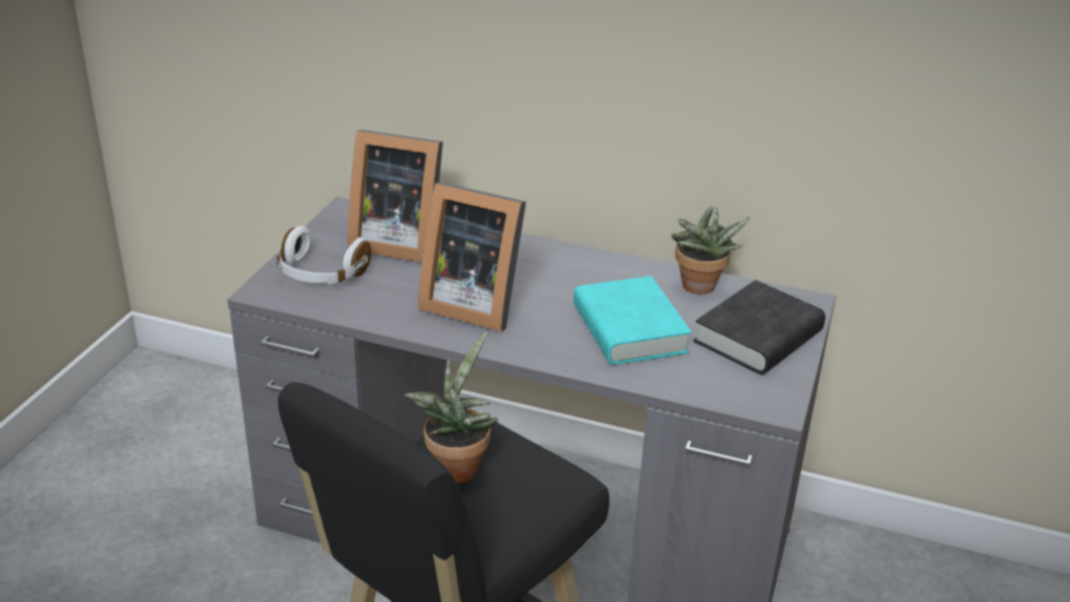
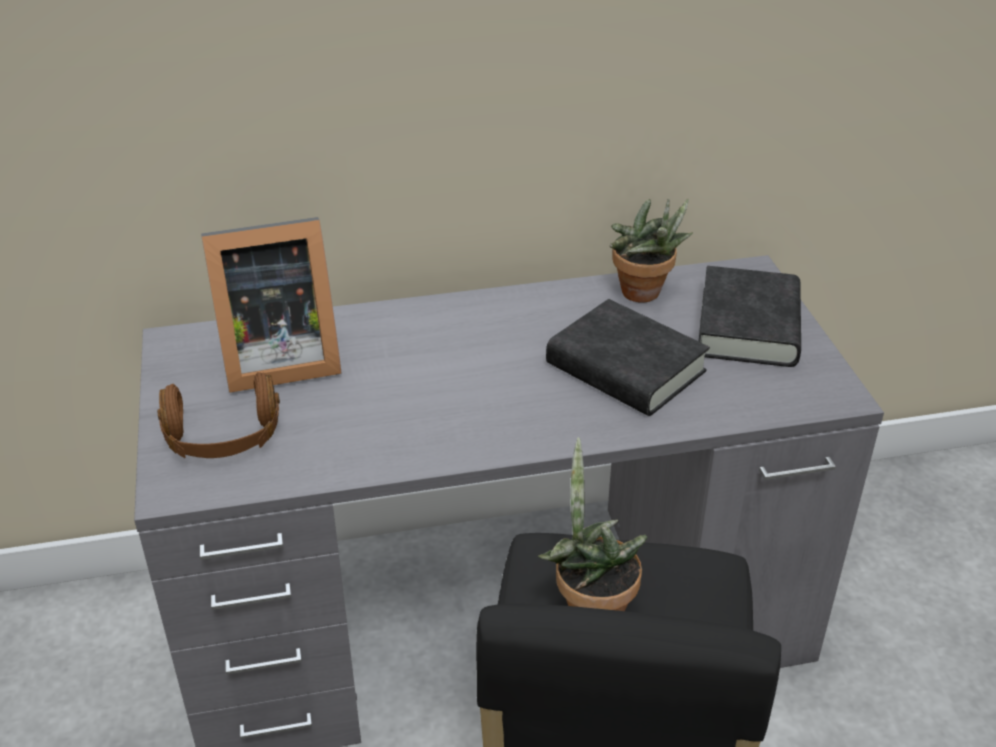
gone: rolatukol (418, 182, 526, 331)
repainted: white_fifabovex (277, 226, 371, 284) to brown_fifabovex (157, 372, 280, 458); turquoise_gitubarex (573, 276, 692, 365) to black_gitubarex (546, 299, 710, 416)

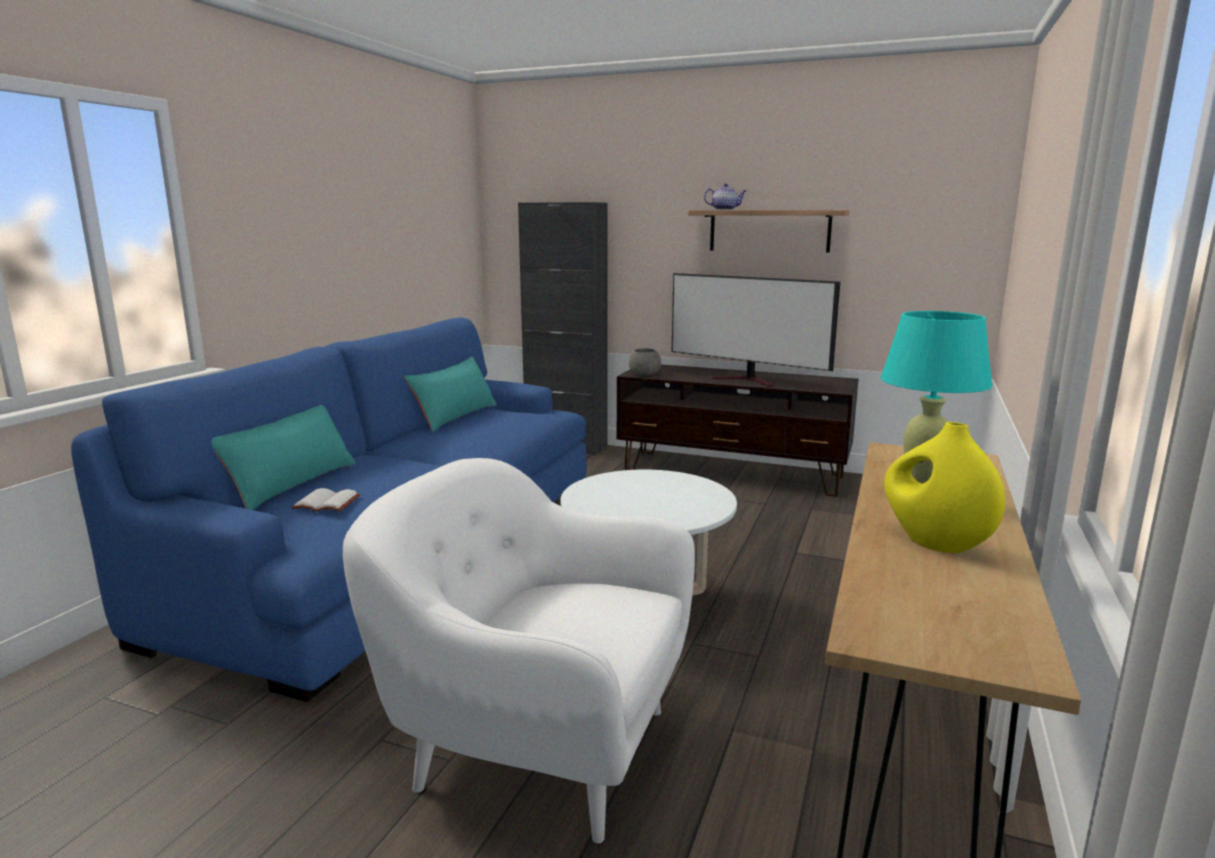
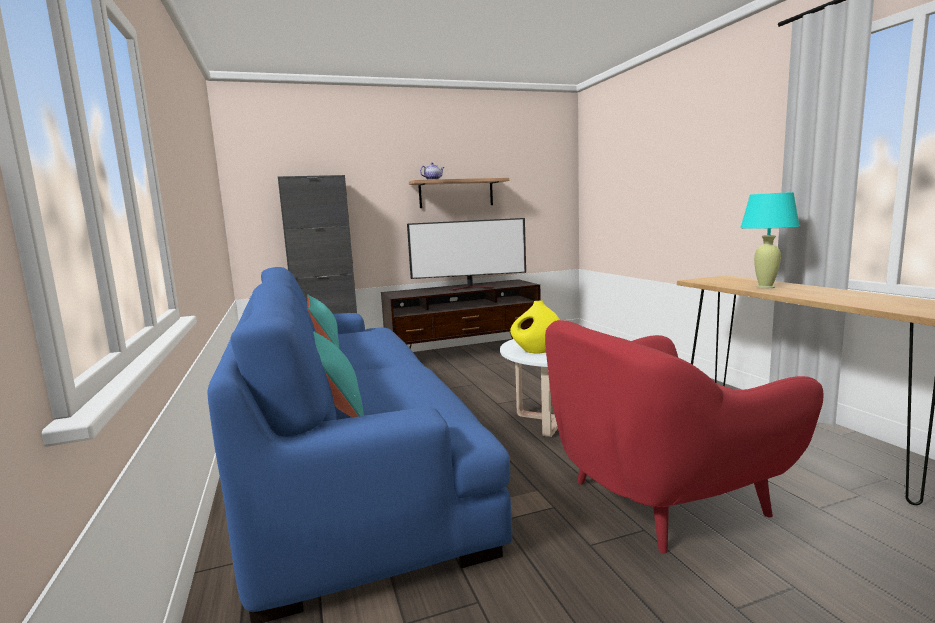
gone: white_gitubarex (291, 488, 360, 511); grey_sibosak (629, 348, 661, 376)
shifted: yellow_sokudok (884, 422, 1005, 553) to (510, 301, 560, 353)
repainted: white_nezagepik (343, 458, 695, 843) to red_nezagepik (545, 320, 823, 553)

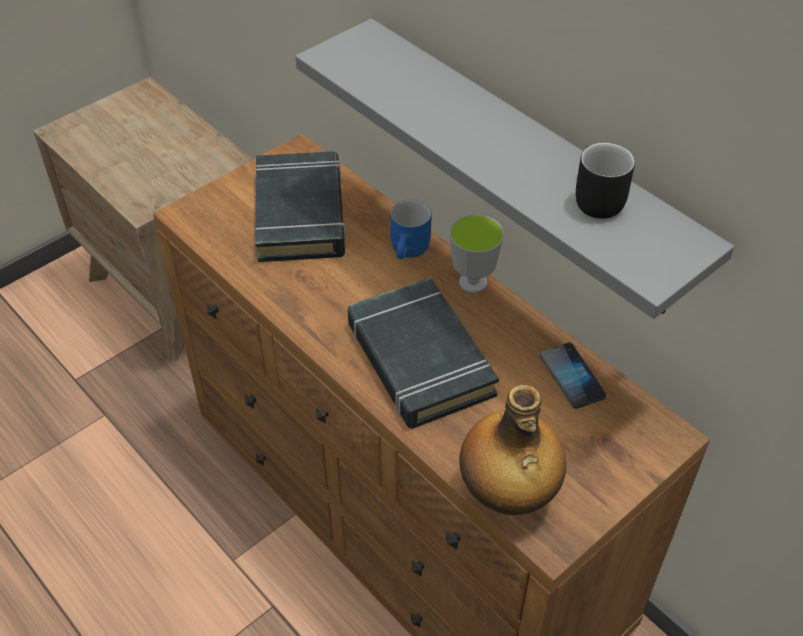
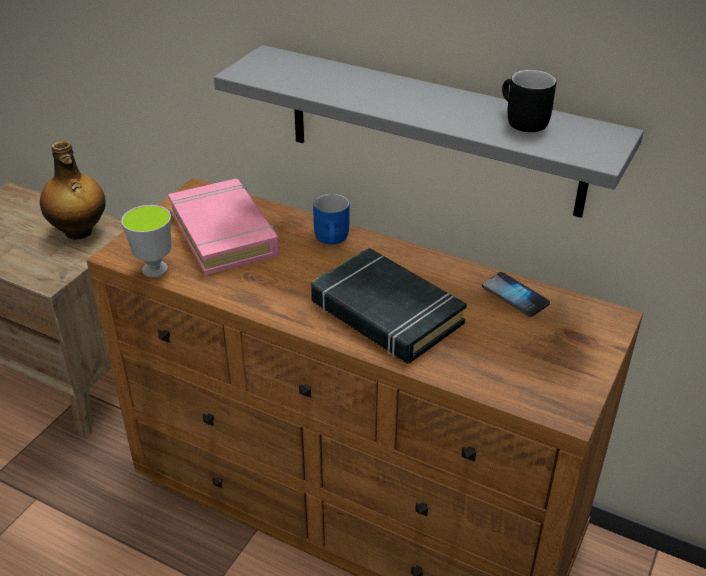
shifted: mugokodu (450, 214, 504, 293) to (121, 205, 171, 278); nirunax (459, 385, 566, 515) to (40, 141, 106, 239)
repainted: black_gitubarex (255, 151, 346, 262) to pink_gitubarex (168, 179, 280, 275)

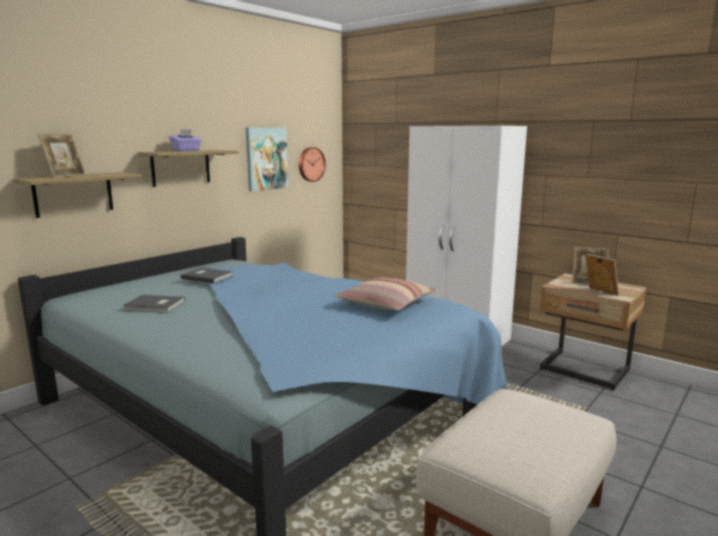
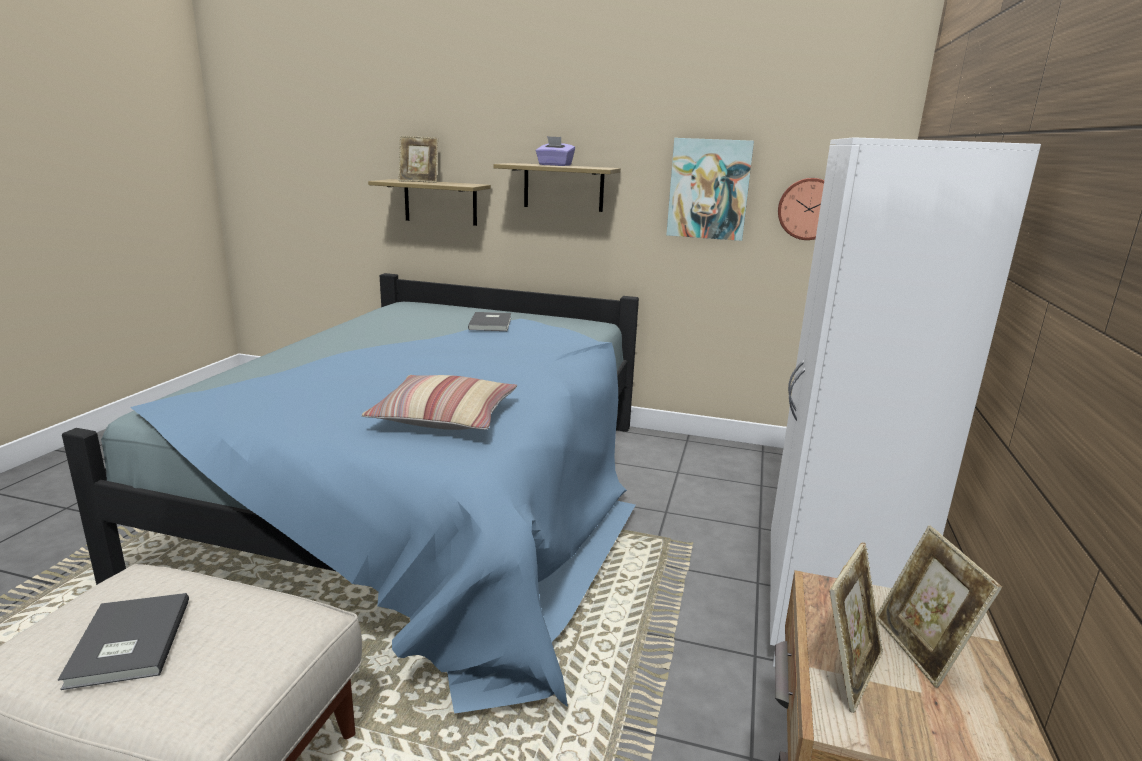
shifted: grey_gitubarex (122, 295, 185, 313) to (58, 593, 189, 690)

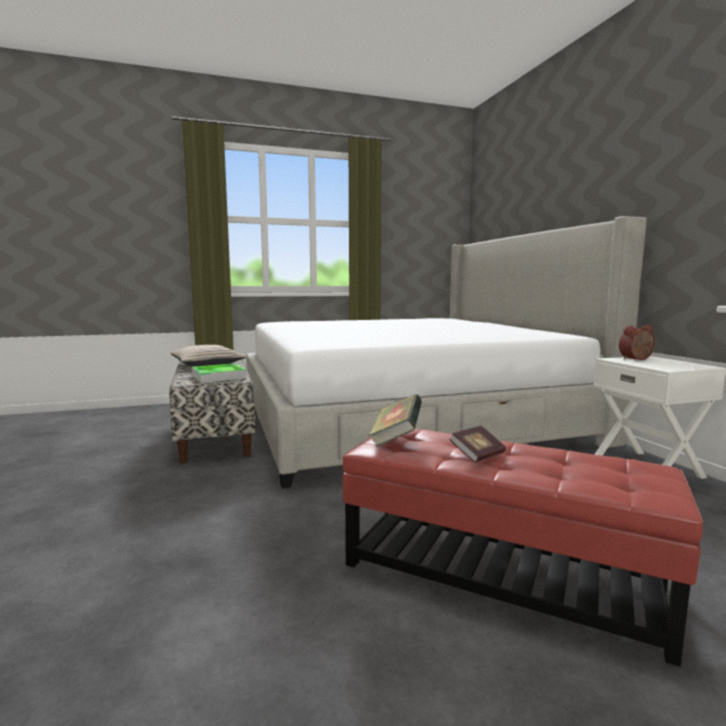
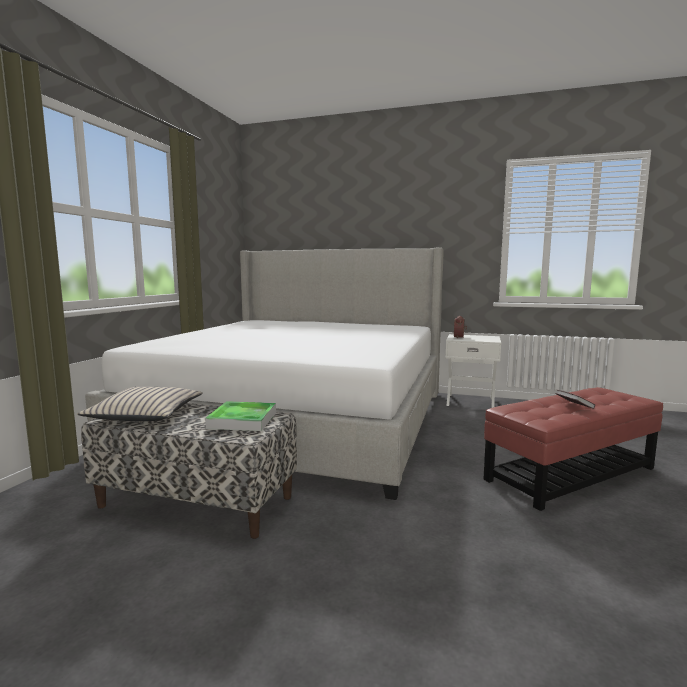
gone: gitubarex (369, 394, 422, 447)

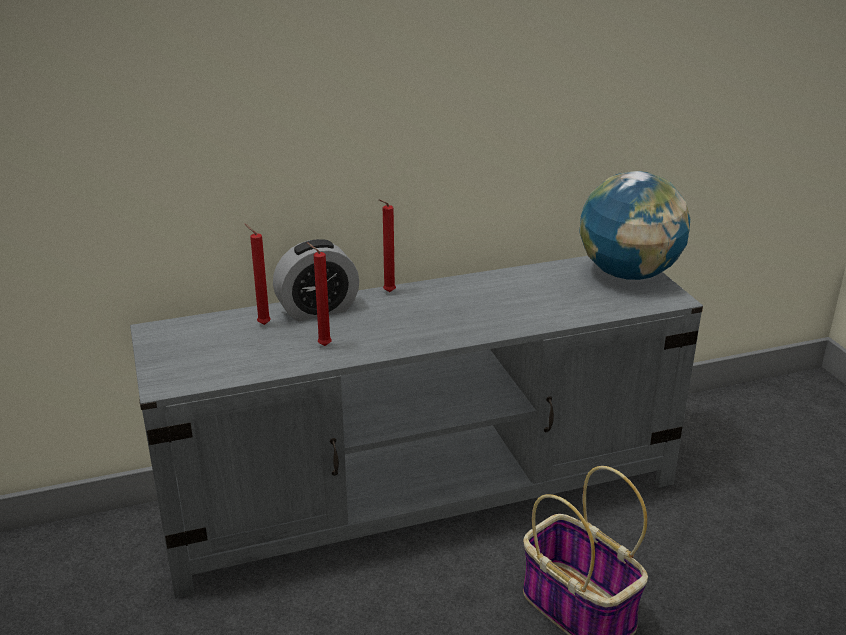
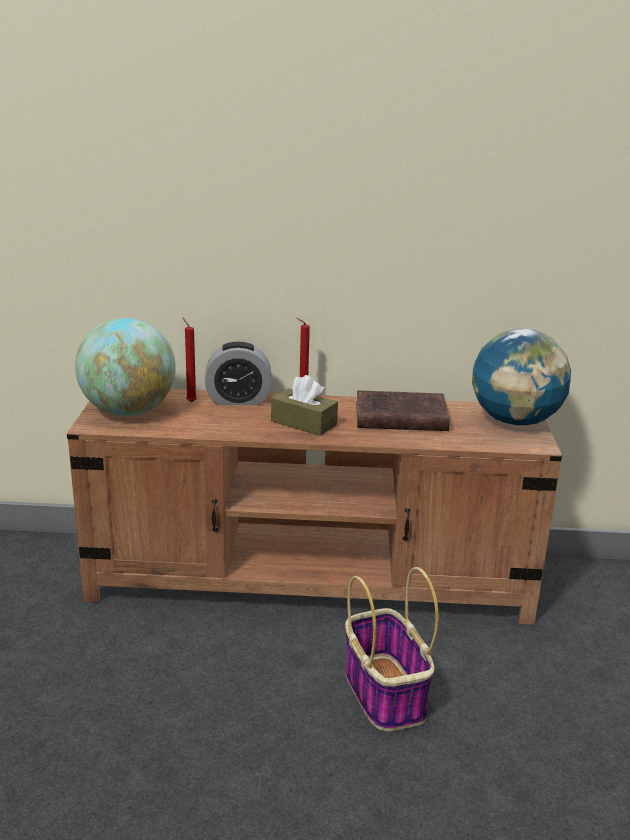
gone: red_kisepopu (307, 243, 332, 346)
new: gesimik (75, 318, 176, 416); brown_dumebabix (271, 375, 338, 436); brown_gitubarex (356, 390, 450, 431)
repainted: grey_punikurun (130, 256, 703, 599) to brown_punikurun (67, 389, 562, 625)

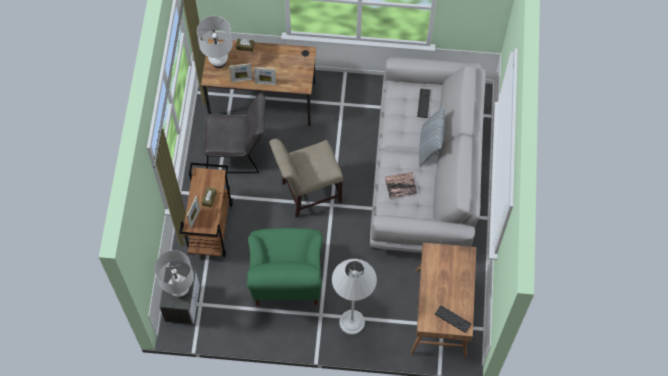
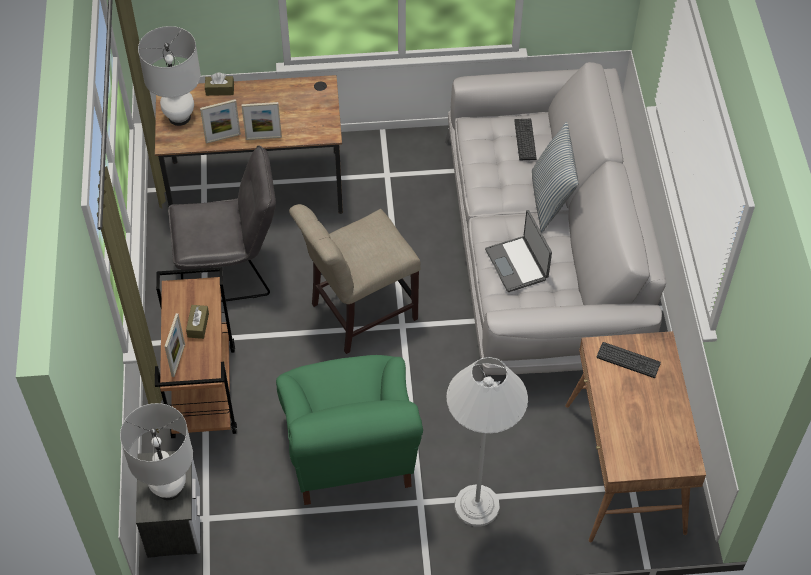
shifted: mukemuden (435, 305, 471, 333) to (596, 342, 661, 378)
swapped: gitubarex (385, 172, 417, 199) to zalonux (485, 210, 552, 292)

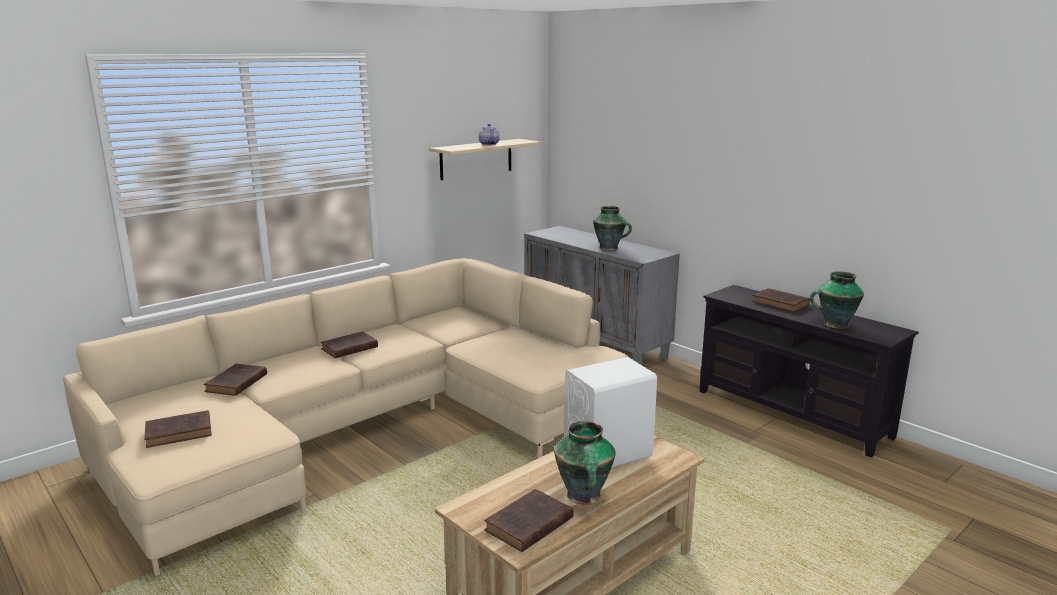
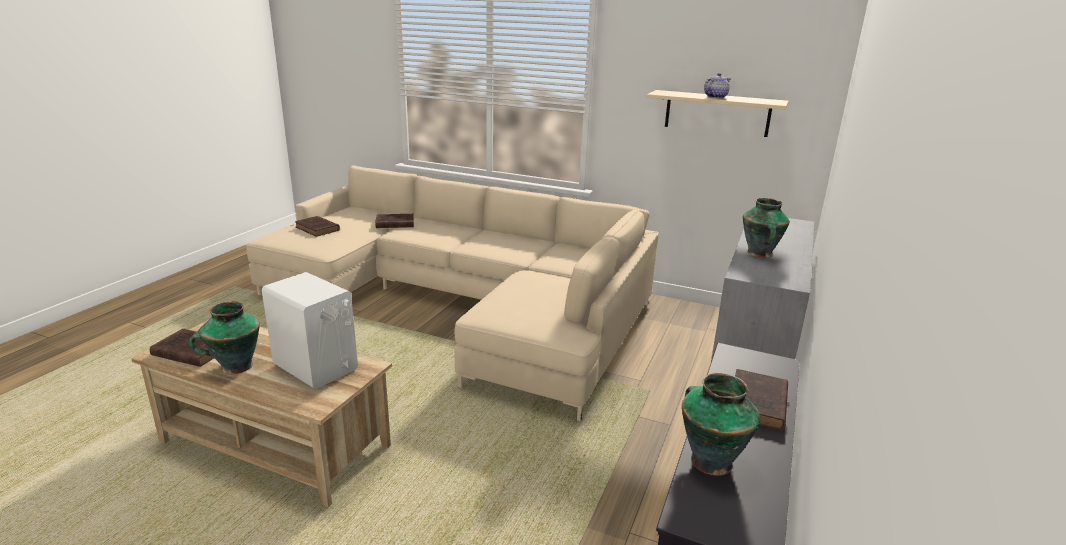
gone: brown_gitubarex (321, 331, 378, 358)

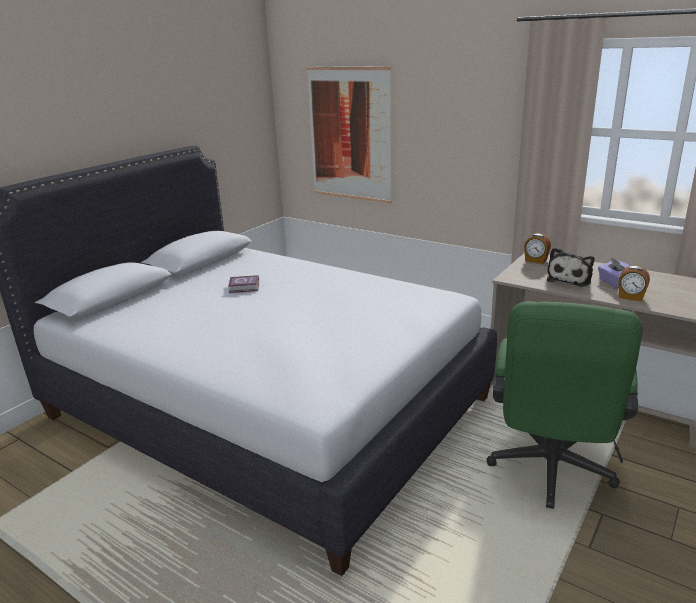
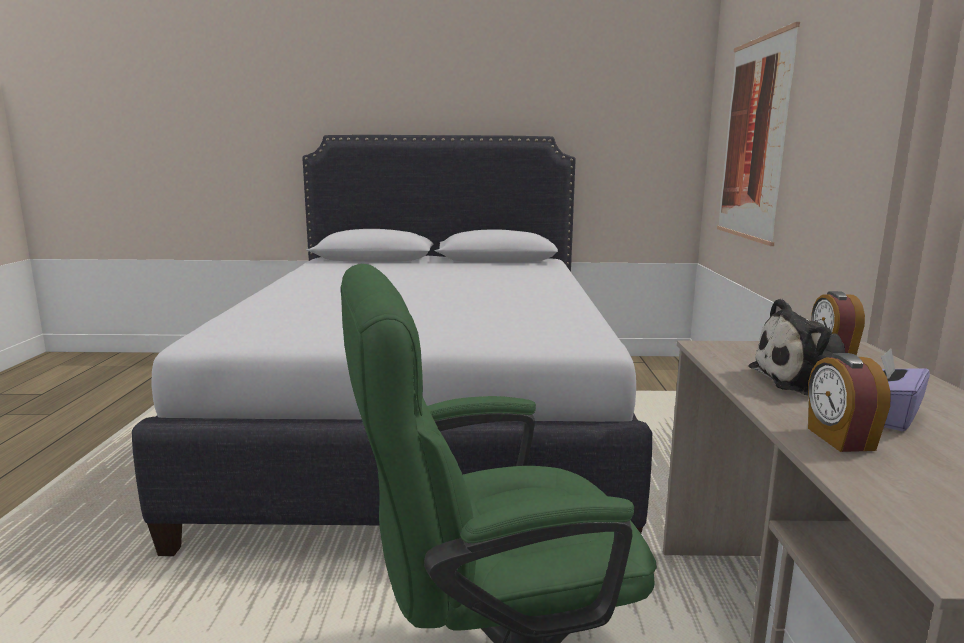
gone: gitubarex (228, 275, 259, 293)

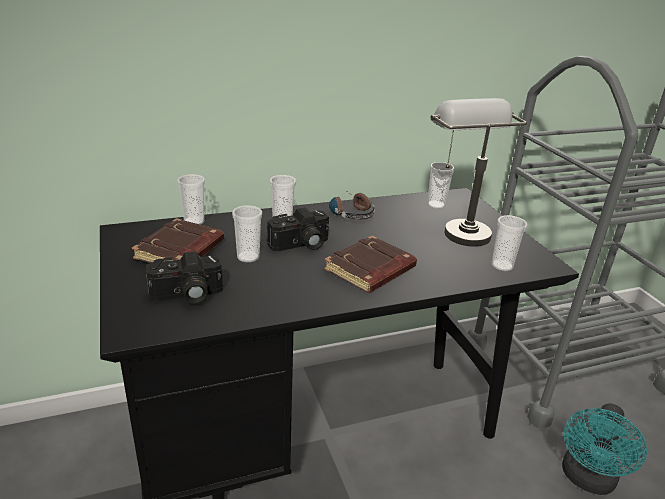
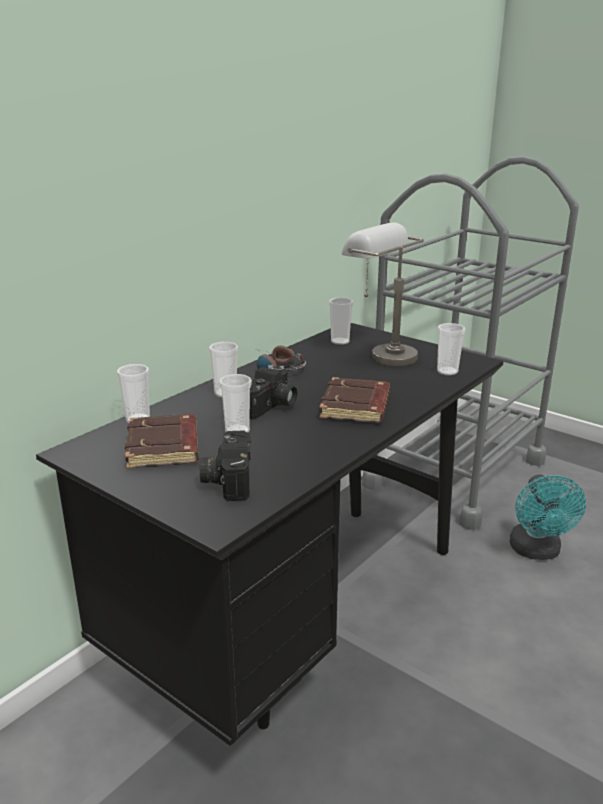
rotated: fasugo (146, 251, 223, 304) = (200, 431, 251, 501) 135 degrees clockwise

